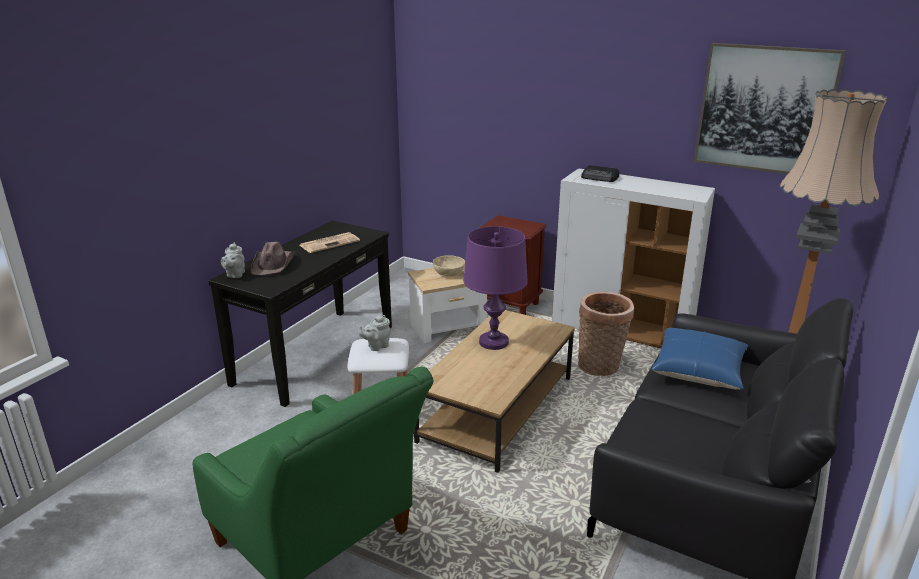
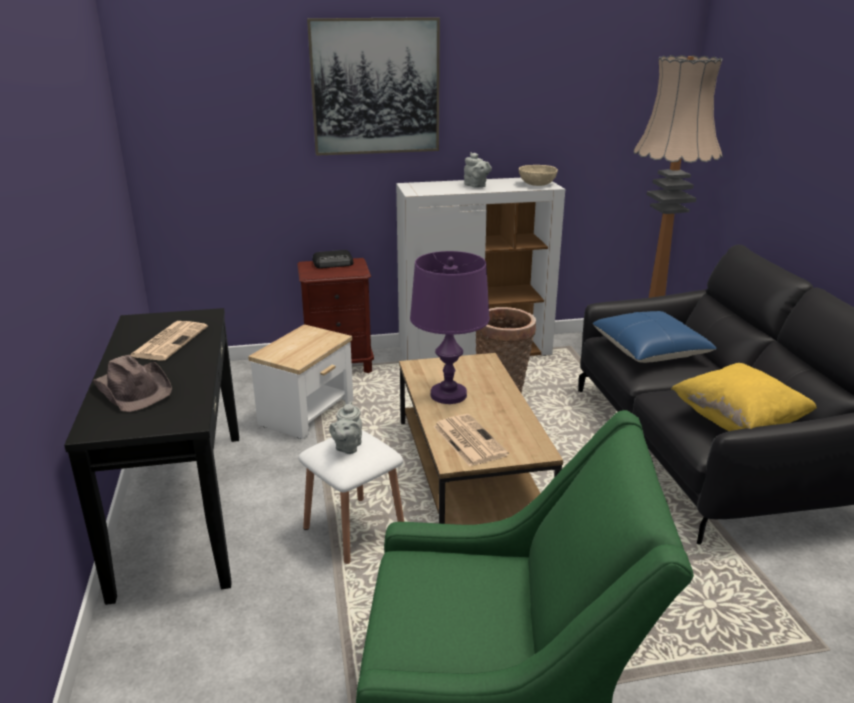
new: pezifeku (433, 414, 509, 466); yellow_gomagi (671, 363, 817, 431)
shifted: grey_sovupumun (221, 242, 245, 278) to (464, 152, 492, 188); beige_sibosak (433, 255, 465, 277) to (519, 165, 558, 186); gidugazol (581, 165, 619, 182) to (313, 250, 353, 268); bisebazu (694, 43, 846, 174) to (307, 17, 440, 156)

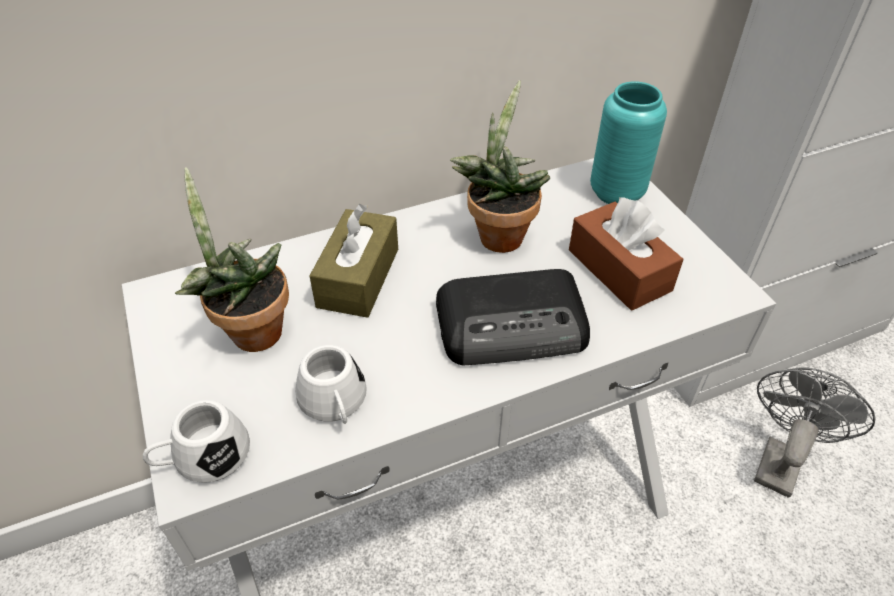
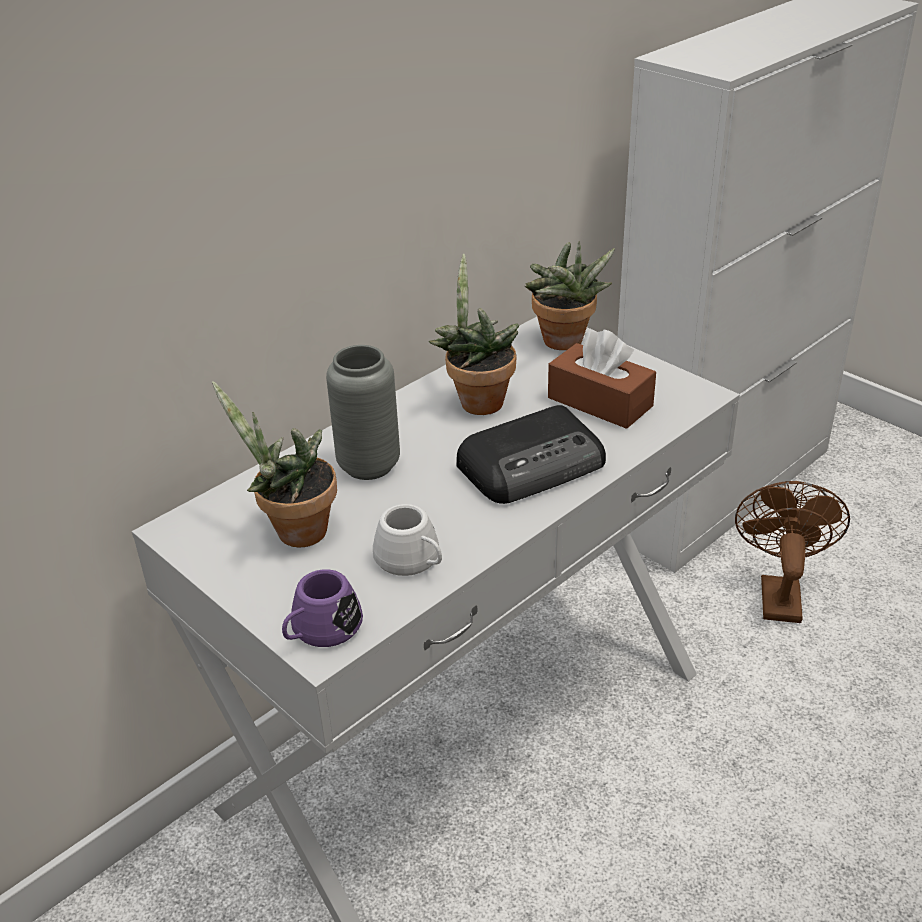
swapped: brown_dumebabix (310, 204, 398, 318) to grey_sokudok (326, 345, 400, 480); turquoise_sokudok (590, 81, 667, 204) to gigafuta (525, 241, 615, 350)
repainted: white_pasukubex (143, 400, 250, 483) to purple_pasukubex (282, 569, 363, 647); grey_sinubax (754, 367, 876, 498) to brown_sinubax (735, 481, 850, 623)

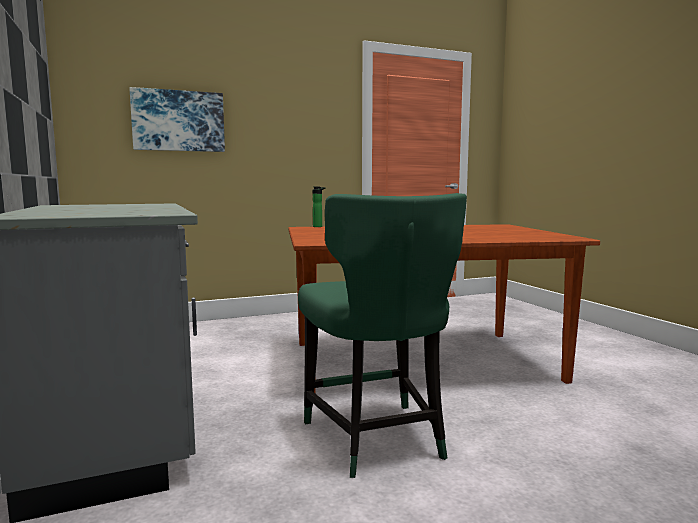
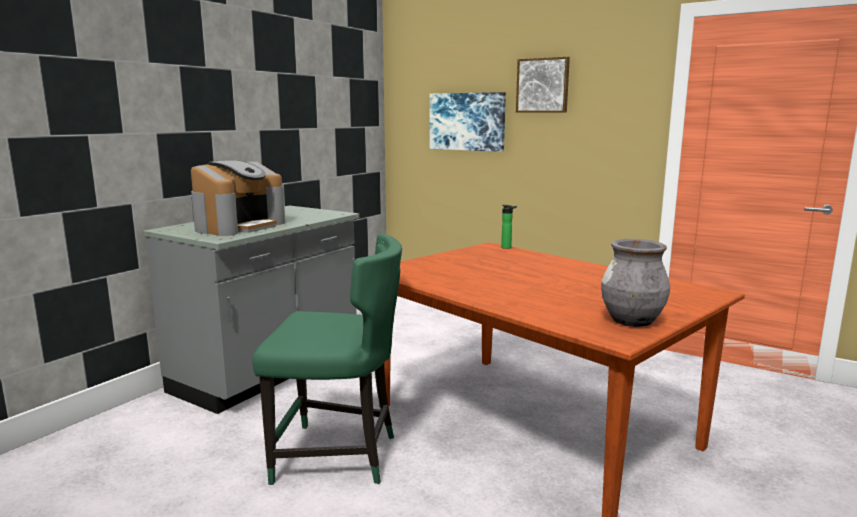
new: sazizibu (191, 160, 285, 236); bisebazu (516, 57, 570, 113); grey_sokudok (601, 239, 670, 327)
rotated: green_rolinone (298, 193, 467, 478) = (252, 234, 402, 485) 120 degrees counterclockwise

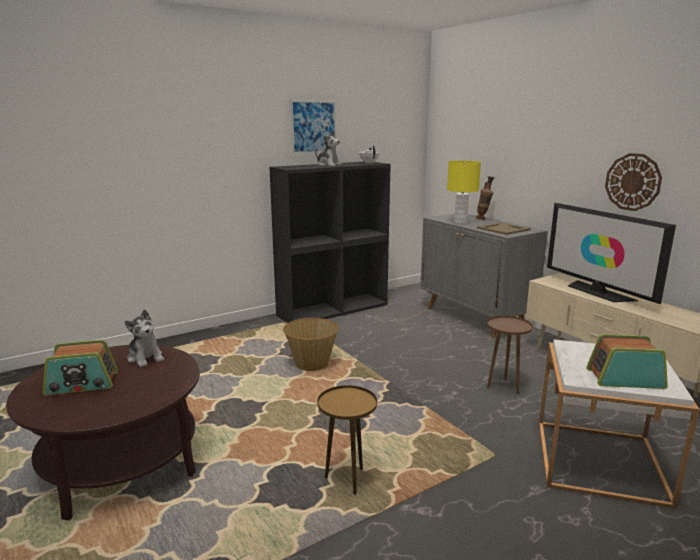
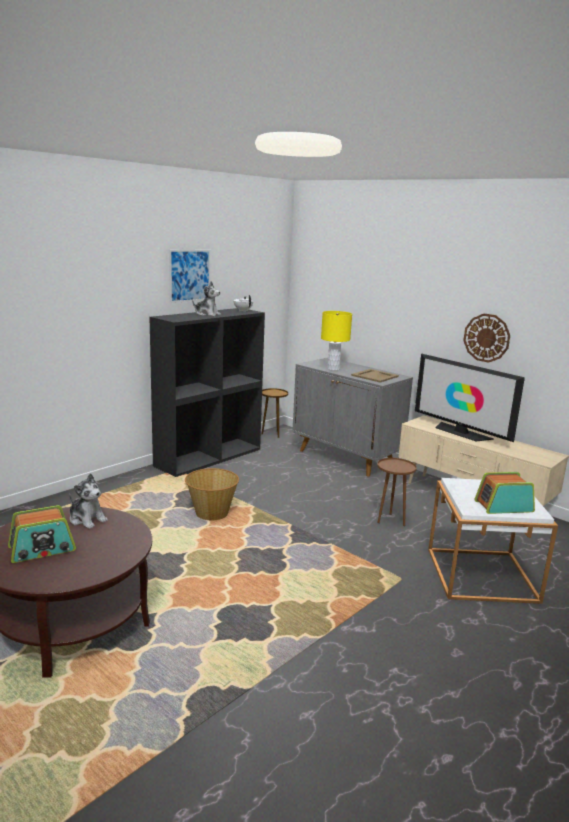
gone: sokudok (476, 176, 495, 220)
shifted: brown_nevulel (317, 385, 377, 495) to (262, 388, 288, 438)

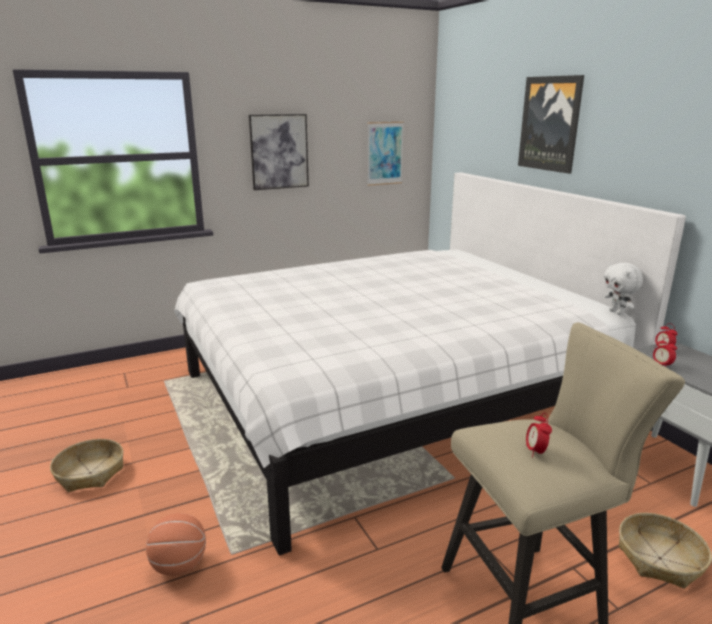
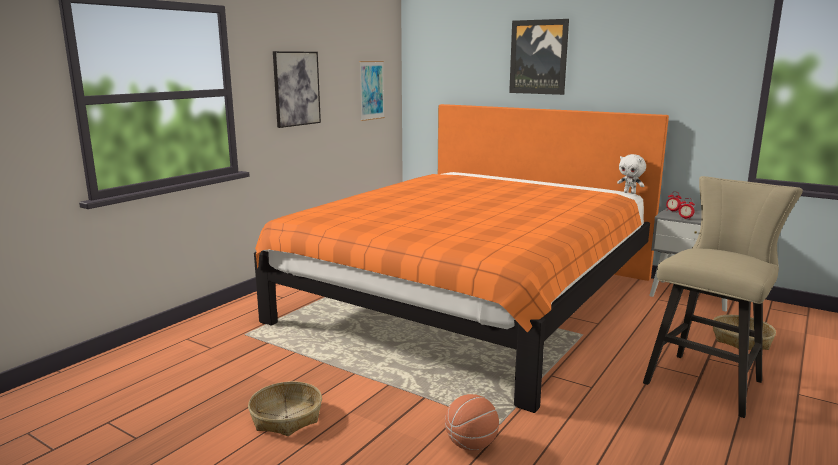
gone: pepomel (526, 412, 552, 458)
repainted: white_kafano (174, 172, 686, 556) to orange_kafano (254, 104, 669, 413)

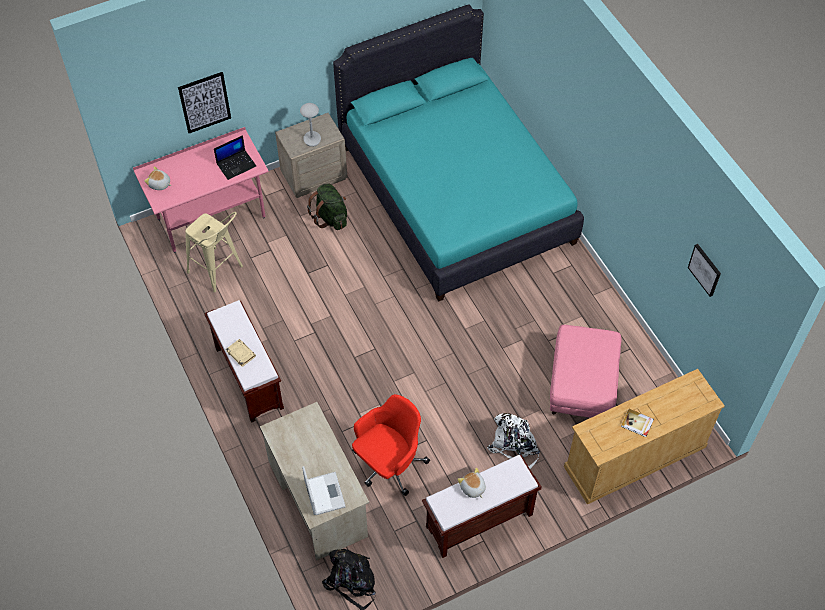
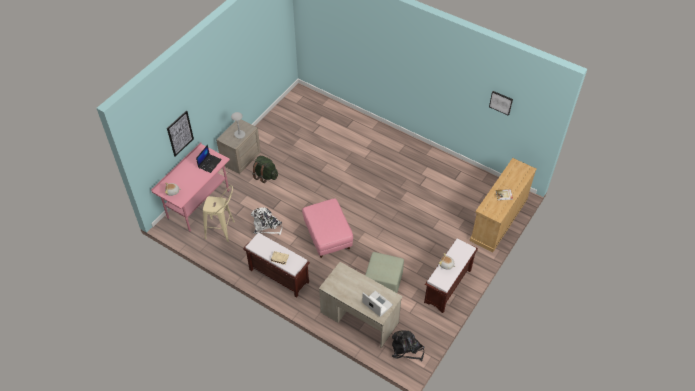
gone: turquoise_kafano (333, 4, 584, 302)
shifted: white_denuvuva (487, 413, 540, 469) to (251, 207, 282, 235); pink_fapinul (550, 325, 621, 418) to (302, 199, 353, 258)
swapped: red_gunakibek (352, 394, 430, 496) to green_fapinul (365, 252, 404, 293)

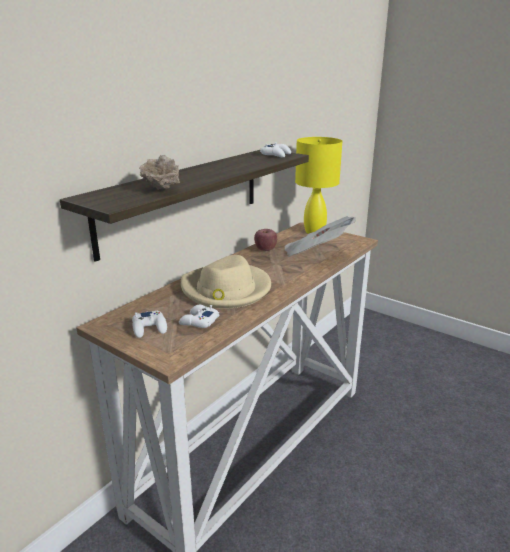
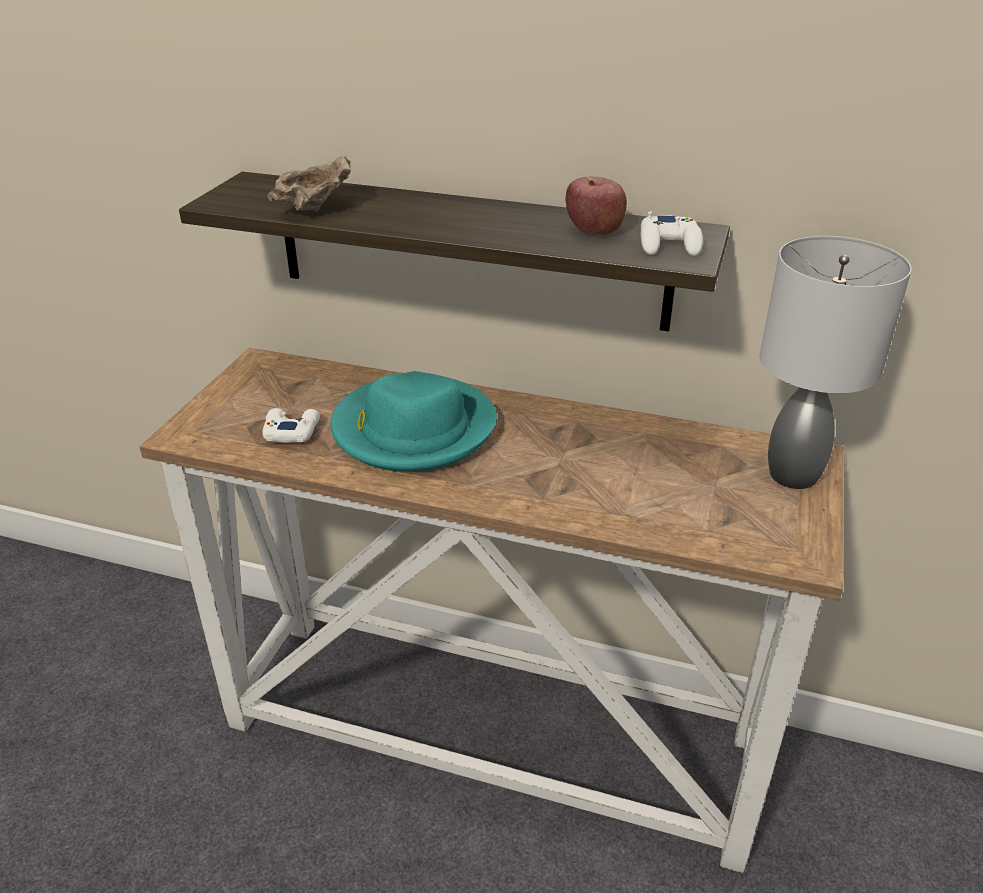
gone: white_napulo (132, 311, 167, 338); pezifeku (285, 216, 356, 257)
shifted: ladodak (254, 229, 277, 251) to (566, 176, 627, 235)
repainted: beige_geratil (181, 255, 271, 309) to turquoise_geratil (330, 371, 497, 472); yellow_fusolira (295, 137, 342, 234) to grey_fusolira (760, 236, 912, 489)

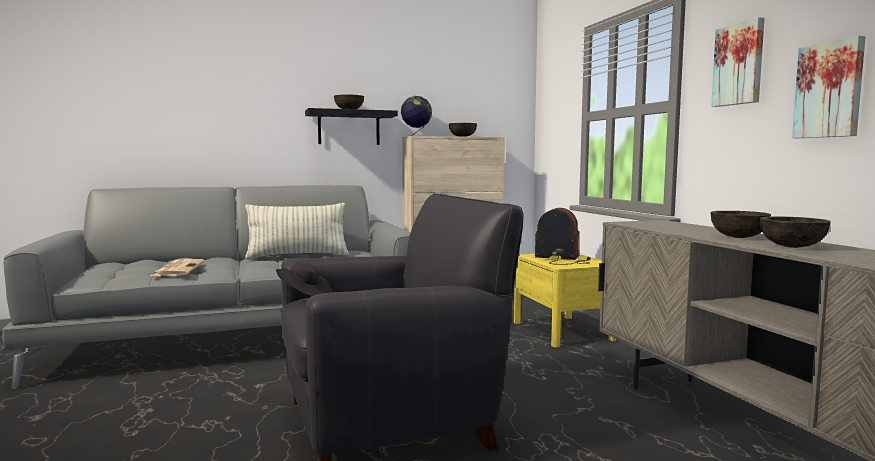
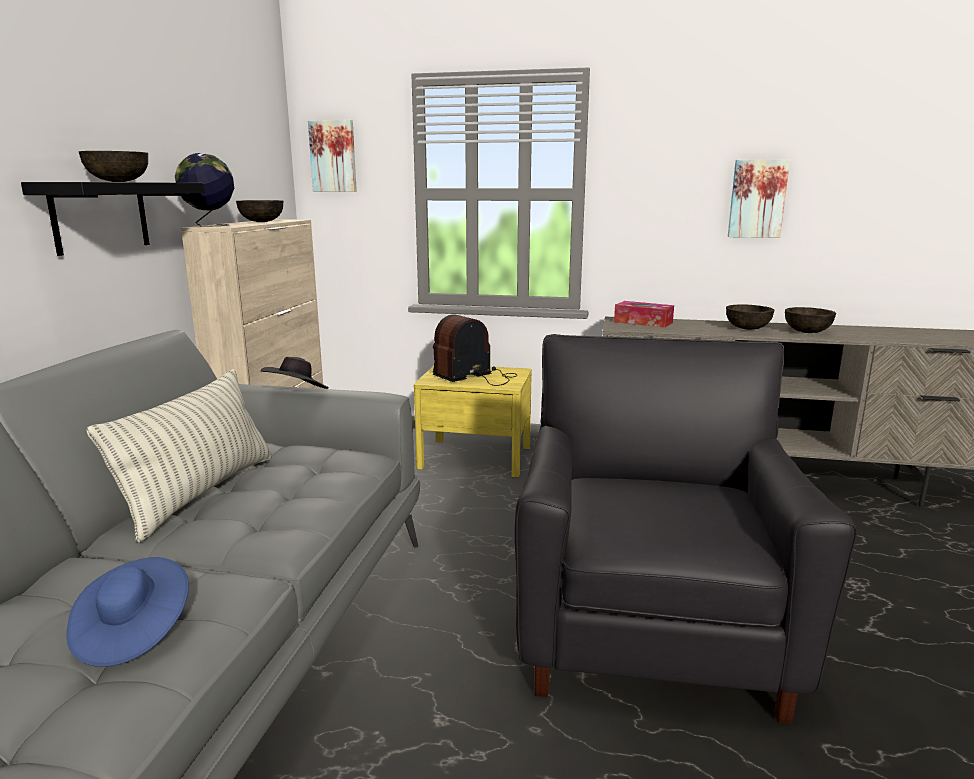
new: dumebabix (614, 301, 674, 328)
shifted: black_geratil (276, 262, 332, 296) to (261, 357, 329, 389); bisebazu (711, 17, 765, 107) to (308, 120, 357, 192)
swapped: pezifeku (150, 259, 205, 276) to blue_geratil (66, 557, 189, 667)

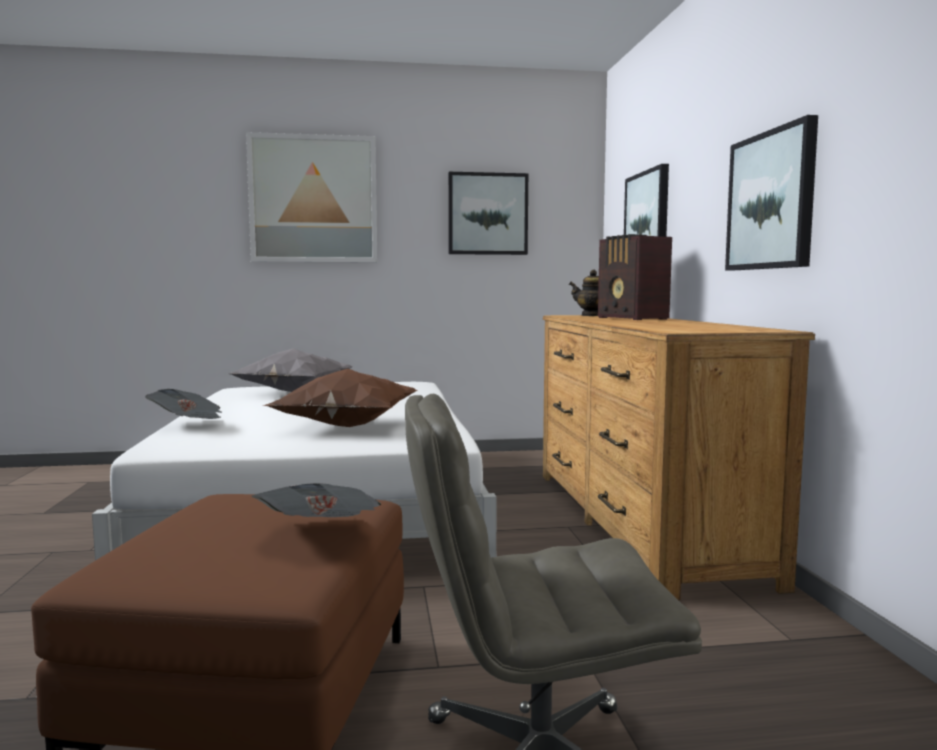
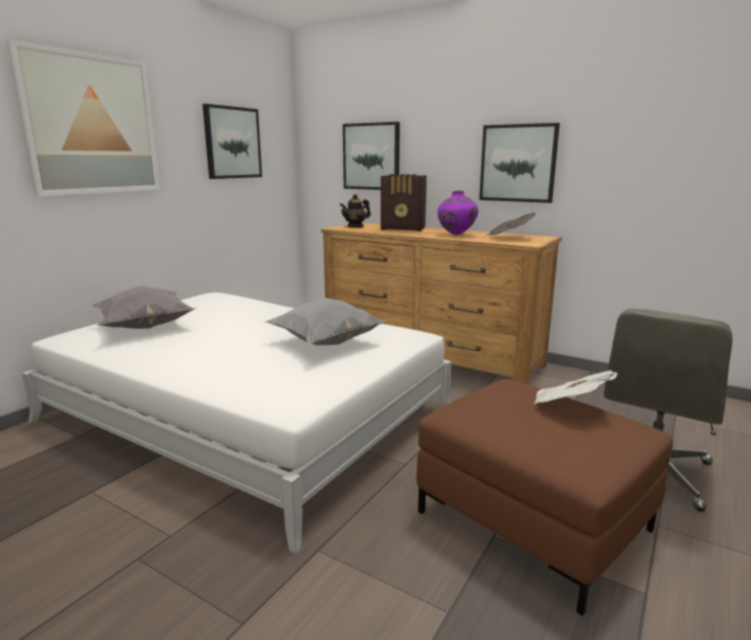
new: purple_sokudok (437, 191, 478, 235)
shifted: pezifeku (145, 389, 222, 419) to (487, 212, 536, 236)
repainted: brown_gomagi (263, 369, 418, 427) to grey_gomagi (265, 298, 386, 345)

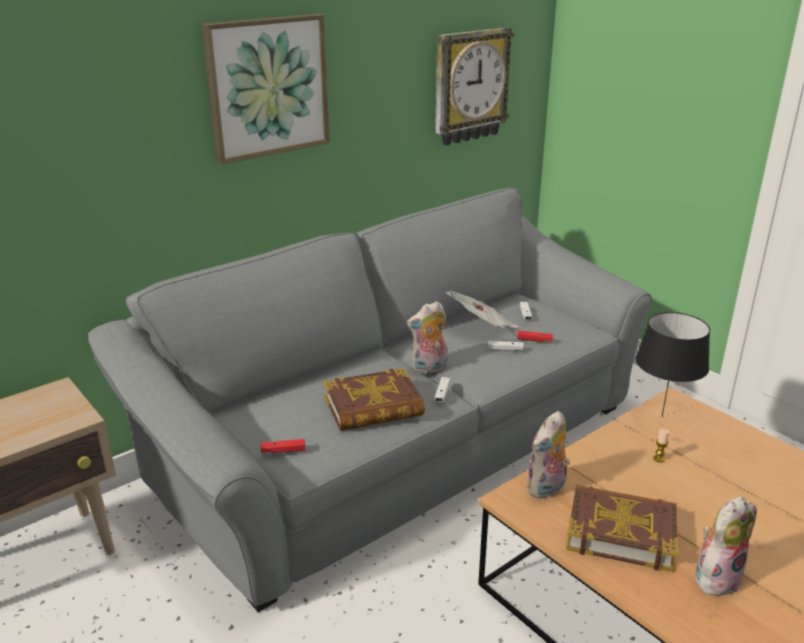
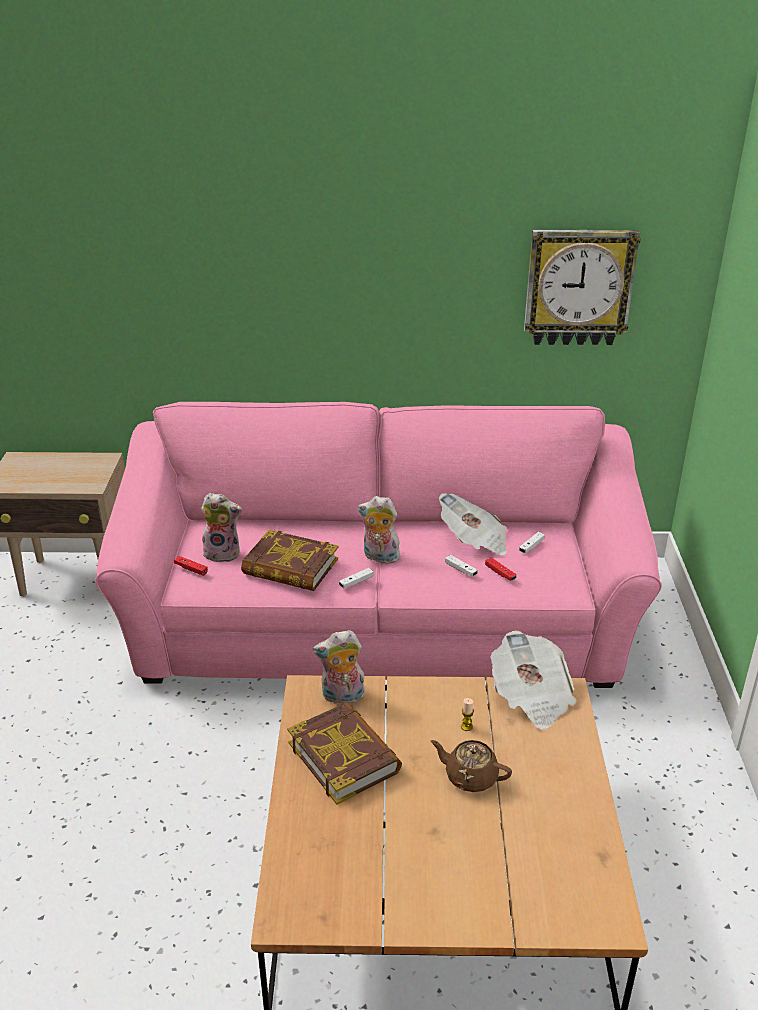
gone: bisebazu (201, 14, 330, 164)
new: brown_sovupumun (431, 740, 512, 792)
shifted: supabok (696, 497, 757, 596) to (199, 493, 242, 563)
swapped: black_fusolira (636, 312, 710, 417) to pezifeku (490, 630, 577, 730)
repainted: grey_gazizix (88, 187, 652, 612) to pink_gazizix (95, 402, 662, 688)

